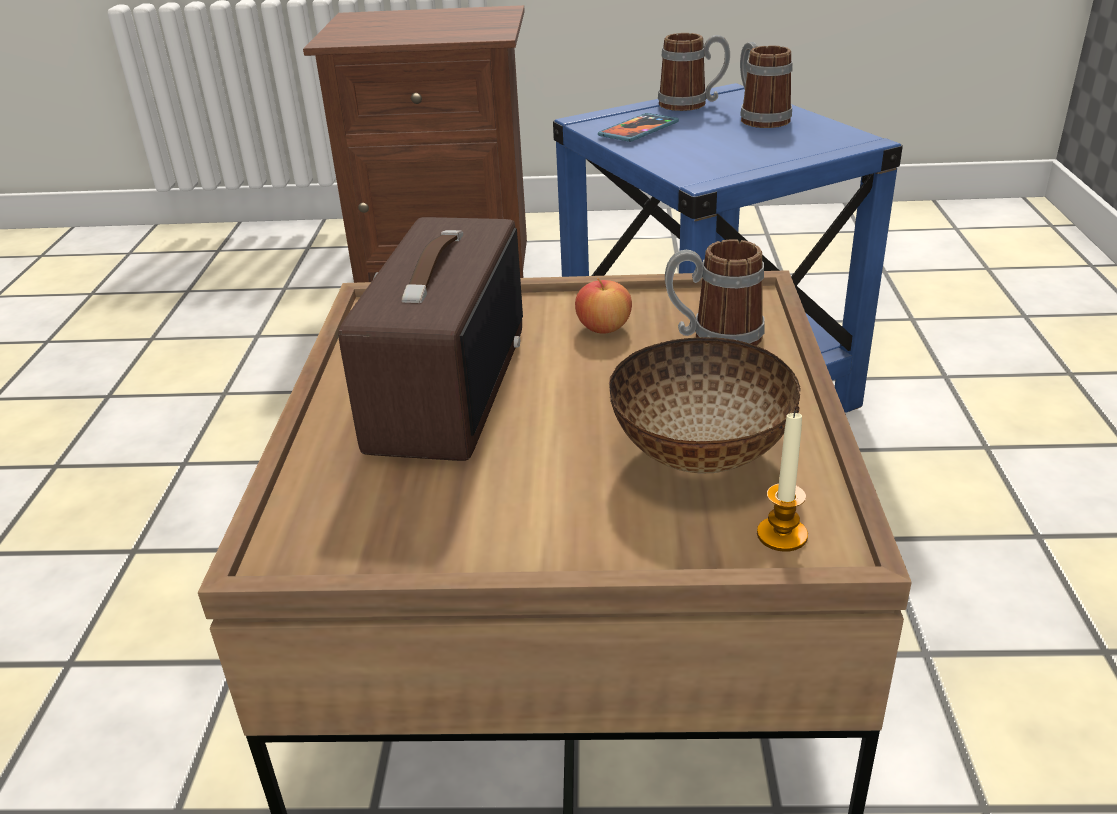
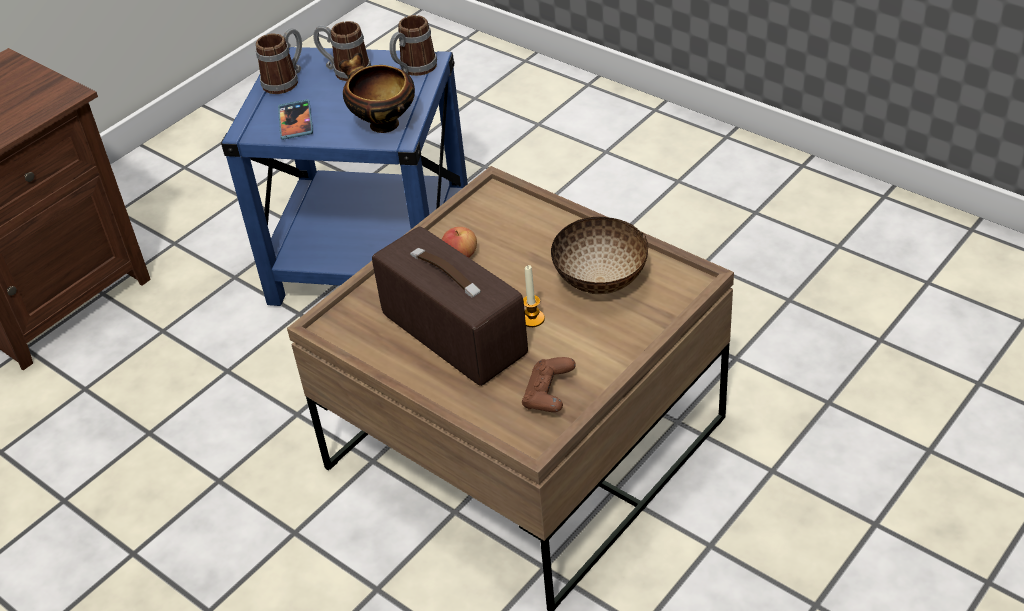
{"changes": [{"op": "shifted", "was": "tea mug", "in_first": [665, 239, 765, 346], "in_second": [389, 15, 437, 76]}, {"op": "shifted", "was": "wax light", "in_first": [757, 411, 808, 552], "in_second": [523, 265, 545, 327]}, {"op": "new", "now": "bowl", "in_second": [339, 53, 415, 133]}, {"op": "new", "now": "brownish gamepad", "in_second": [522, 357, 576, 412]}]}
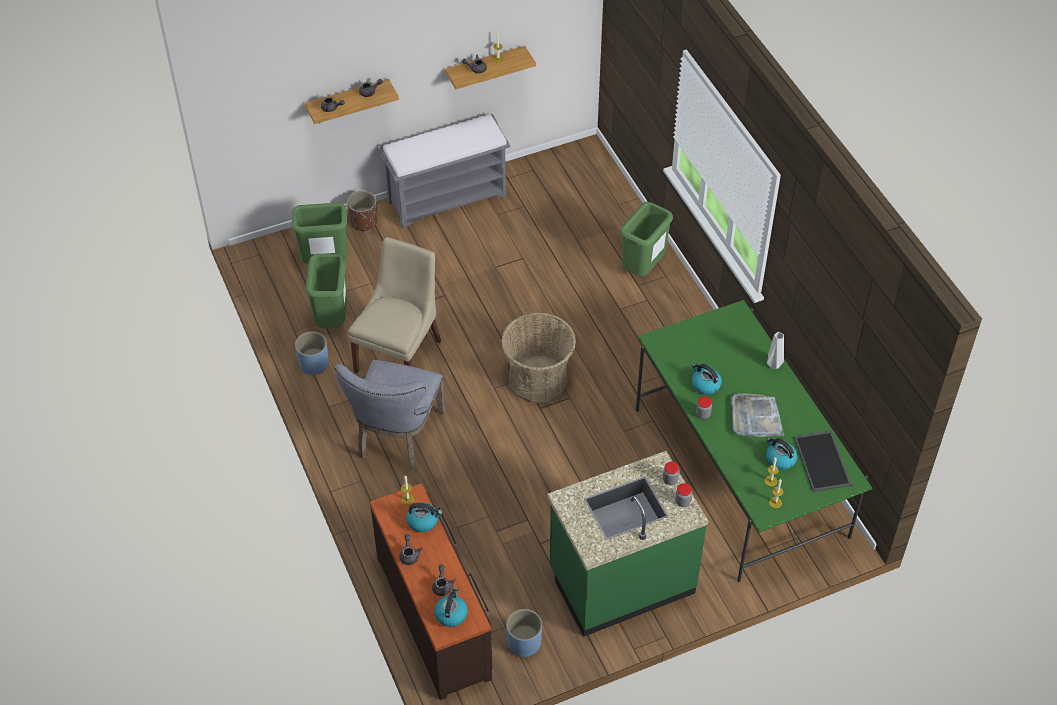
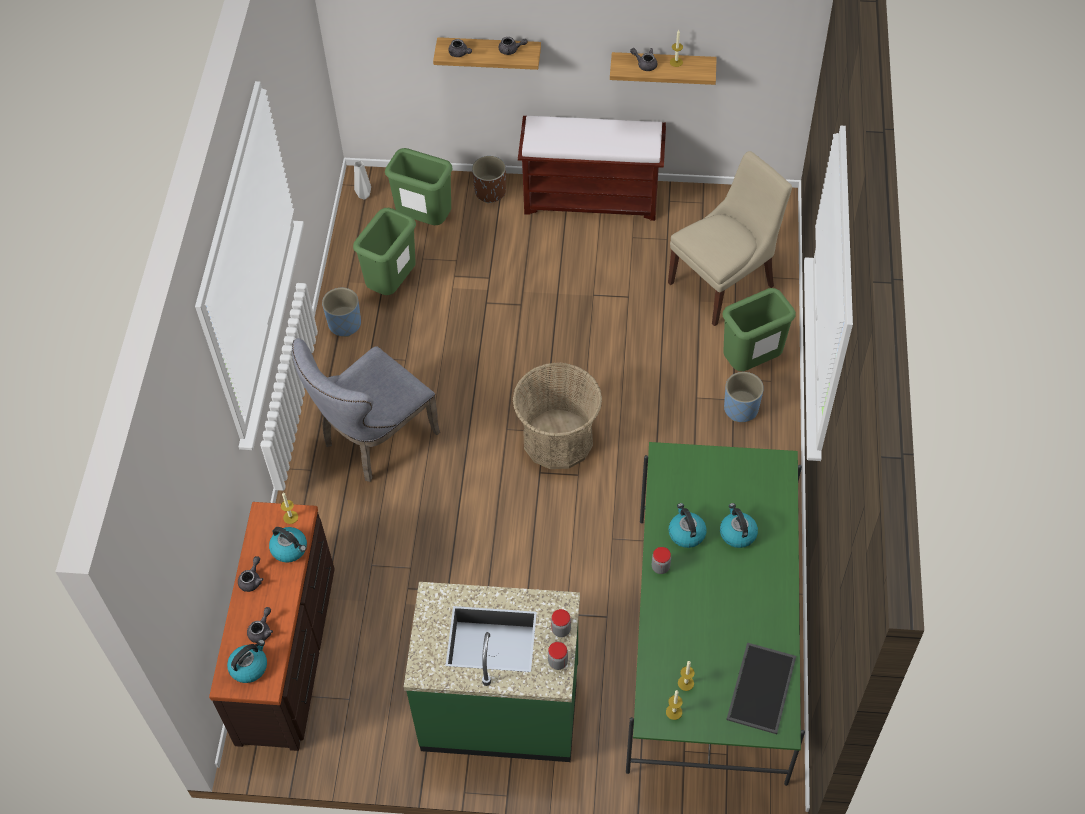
{"changes": [{"op": "repainted", "was": "greyish bench", "now": "brownish bench", "in_first": [379, 114, 510, 229], "in_second": [518, 116, 666, 221]}, {"op": "shifted", "was": "beige-coloured plain chair", "in_first": [348, 237, 441, 373], "in_second": [668, 151, 792, 326]}, {"op": "shifted", "was": "greyish decorative vase", "in_first": [767, 332, 784, 369], "in_second": [354, 161, 371, 200]}, {"op": "gone", "was": "greyish serving tray", "in_first": [731, 393, 784, 437]}, {"op": "shifted", "was": "water kettle", "in_first": [766, 437, 797, 470], "in_second": [720, 503, 758, 548]}, {"op": "shifted", "was": "bluish plant pot", "in_first": [506, 609, 542, 658], "in_second": [724, 372, 764, 422]}]}
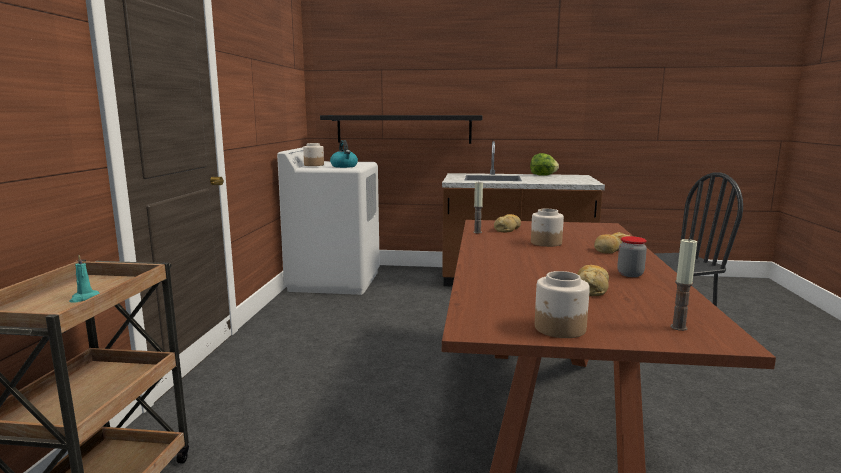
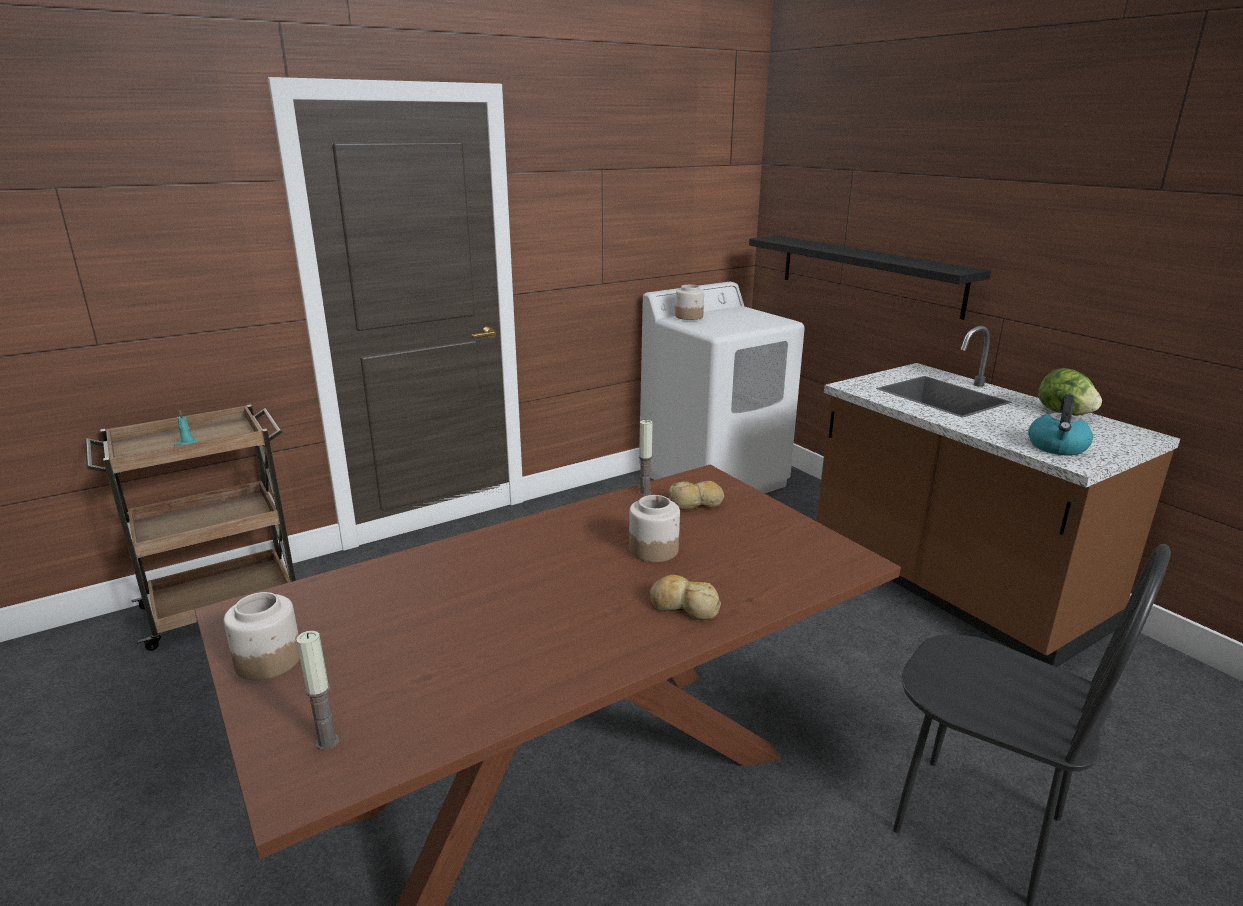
{"changes": [{"op": "shifted", "was": "water kettle", "in_first": [330, 140, 358, 168], "in_second": [1028, 394, 1093, 456]}, {"op": "gone", "was": "storage jar", "in_first": [617, 236, 647, 277]}, {"op": "gone", "was": "bakery bread", "in_first": [577, 265, 609, 296]}]}
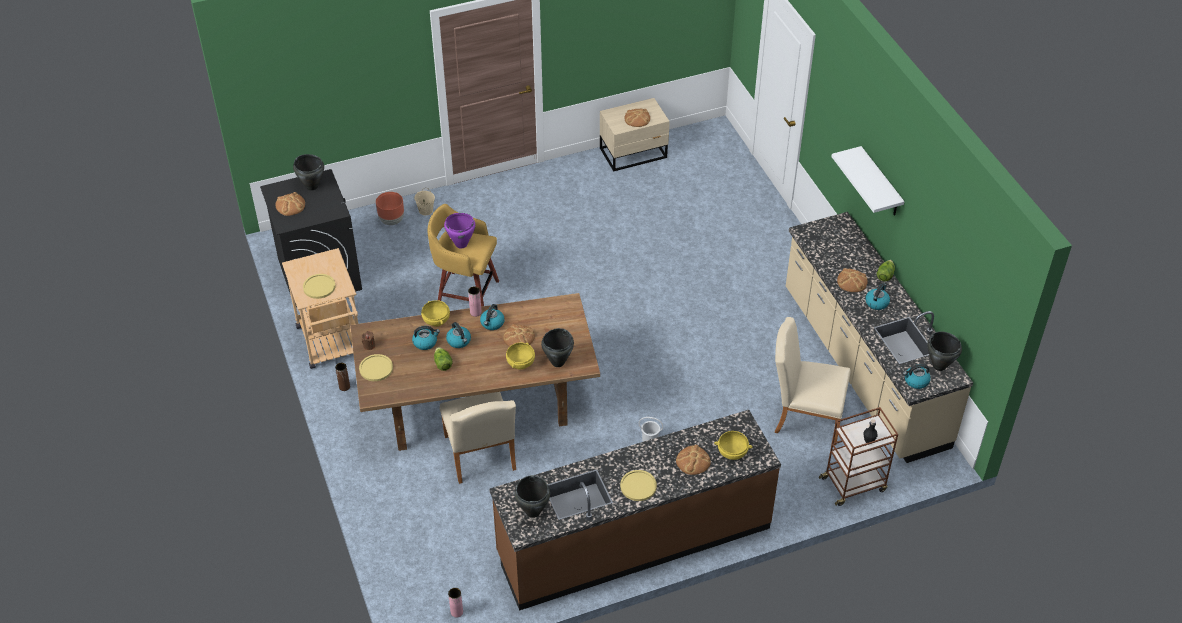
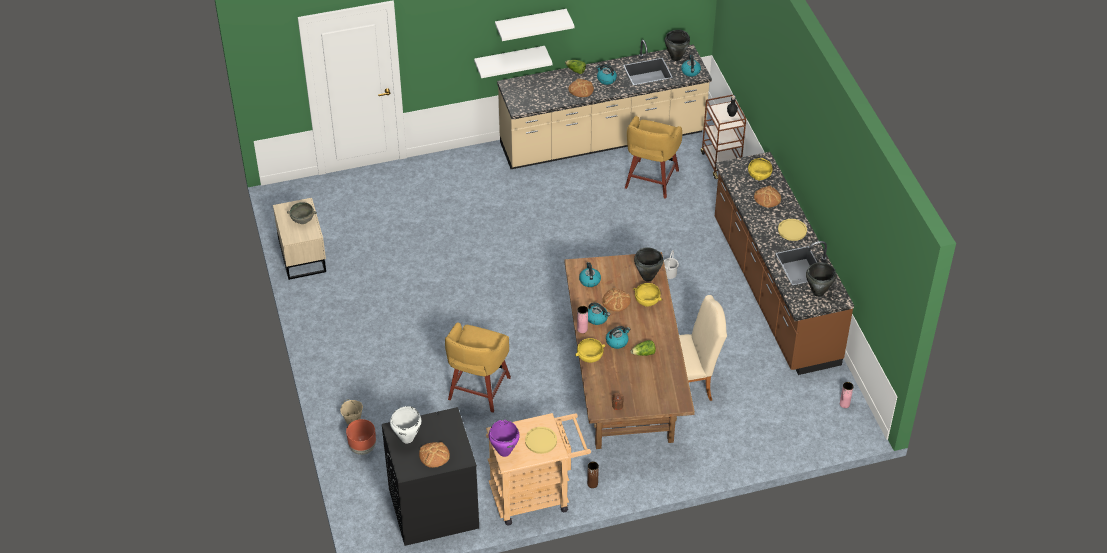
{"changes": [{"op": "swapped", "was": "bakery bread", "now": "greyish bowl", "in_first": [625, 109, 650, 127], "in_second": [287, 202, 317, 224]}, {"op": "repainted", "was": "black-coloured saucepot", "now": "whitish saucepot", "in_first": [293, 154, 324, 191], "in_second": [390, 406, 421, 443]}, {"op": "shifted", "was": "purplish saucepot", "in_first": [444, 213, 476, 248], "in_second": [489, 420, 519, 457]}, {"op": "swapped", "was": "beige-coloured plain chair", "now": "yellow stool seat", "in_first": [774, 317, 851, 445], "in_second": [625, 116, 682, 199]}, {"op": "shifted", "was": "water kettle", "in_first": [412, 326, 440, 350], "in_second": [579, 262, 601, 287]}, {"op": "gone", "was": "yellow dinner plate", "in_first": [359, 354, 393, 381]}, {"op": "new", "now": "whitish bracket shelf", "in_second": [474, 46, 552, 78]}]}
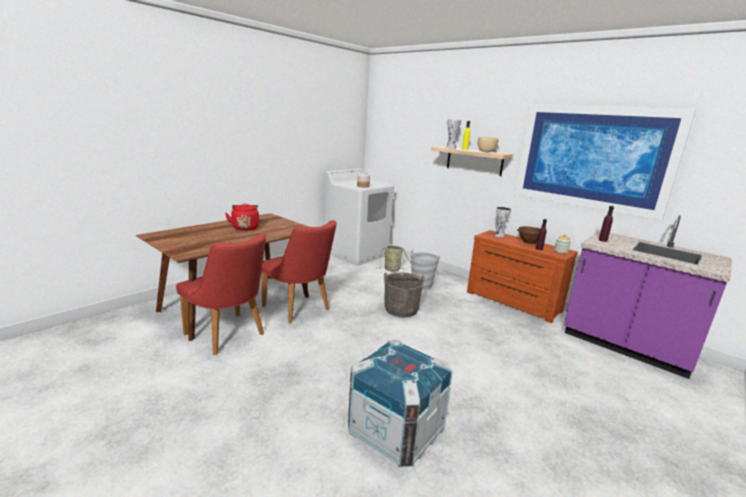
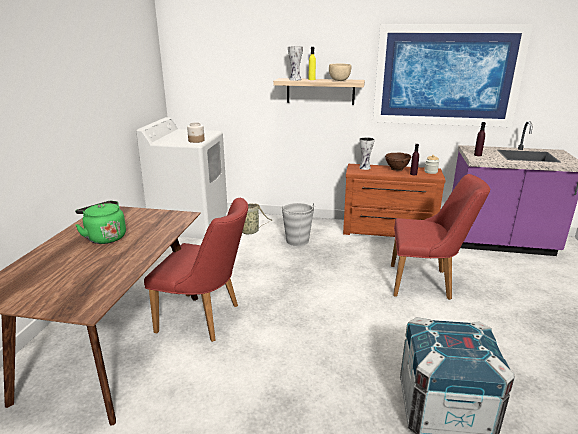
{"changes": [{"op": "repainted", "was": "red water kettle", "now": "green water kettle", "in_first": [225, 203, 259, 231], "in_second": [75, 201, 126, 244]}, {"op": "shifted", "was": "red plain chair", "in_first": [176, 233, 266, 355], "in_second": [391, 174, 490, 300]}, {"op": "gone", "was": "greyish pail", "in_first": [384, 272, 425, 318]}]}
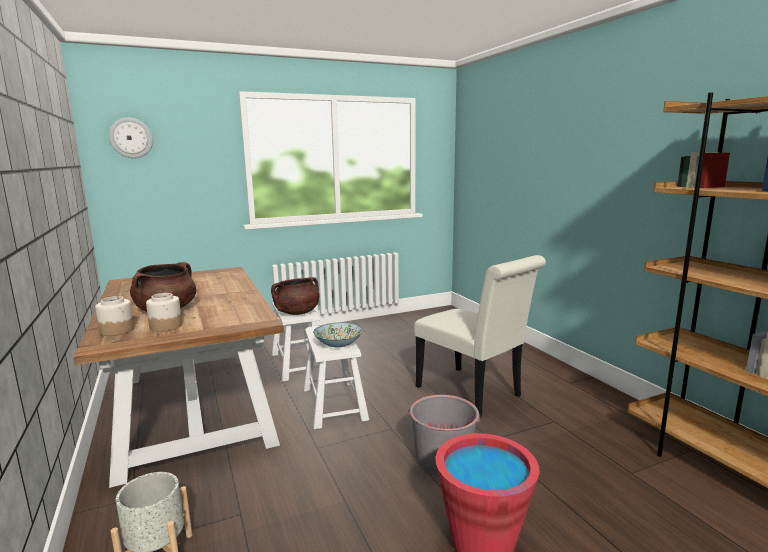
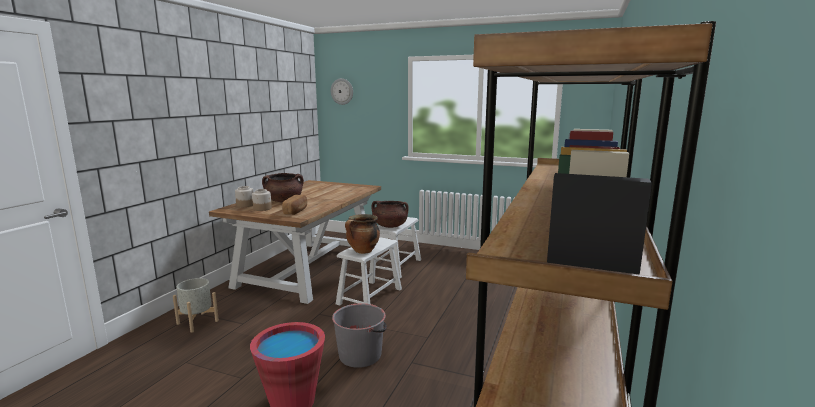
{"changes": [{"op": "gone", "was": "whitish plain chair", "in_first": [414, 255, 546, 416]}, {"op": "swapped", "was": "bowl", "now": "saucepot", "in_first": [313, 322, 363, 348], "in_second": [345, 214, 380, 254]}, {"op": "new", "now": "bakery bread", "in_second": [282, 195, 307, 215]}]}
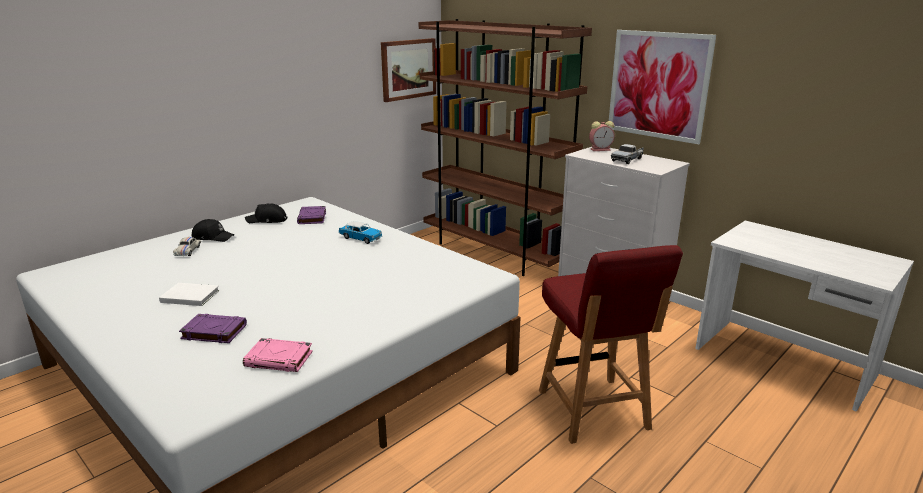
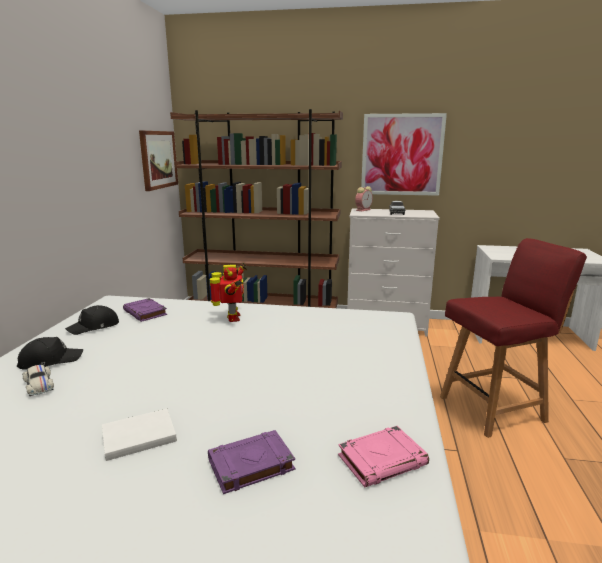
{"changes": [{"op": "swapped", "was": "miniature car", "now": "toy robot", "in_first": [339, 221, 382, 244], "in_second": [210, 263, 247, 322]}, {"op": "rotated", "was": "red plain chair", "in_first": [539, 245, 683, 444], "in_second": [440, 238, 587, 438], "clockwise": -60}]}
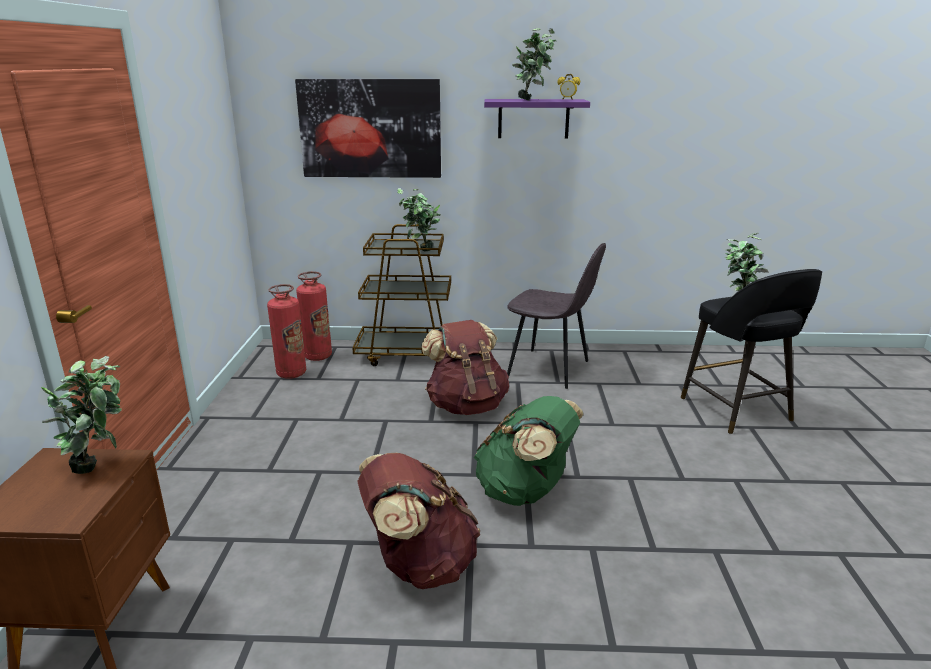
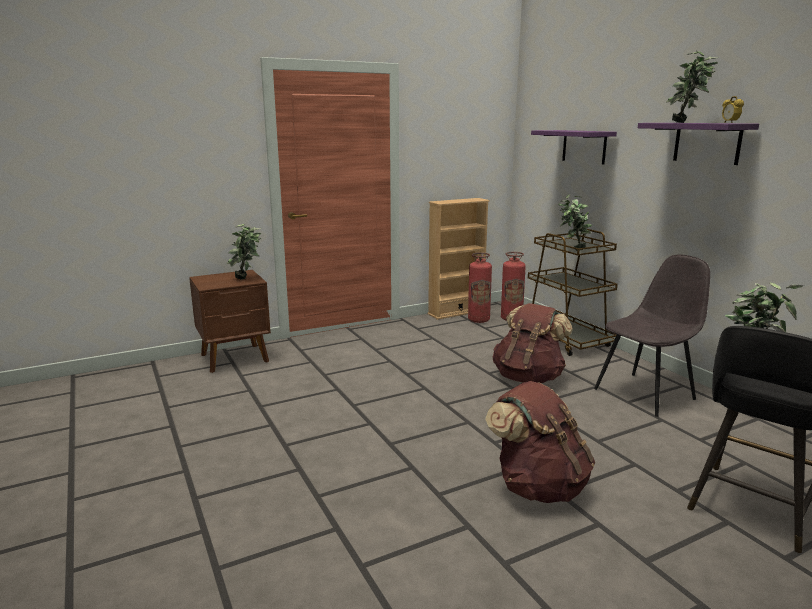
{"changes": [{"op": "swapped", "was": "picture", "now": "purplish bracket shelf", "in_first": [295, 79, 441, 178], "in_second": [531, 130, 617, 164]}, {"op": "rotated", "was": "greyish plain chair", "in_first": [507, 243, 606, 389], "in_second": [594, 254, 710, 417], "clockwise": -120}, {"op": "gone", "was": "green knapsack", "in_first": [474, 396, 583, 506]}, {"op": "shifted", "was": "brownish knapsack", "in_first": [357, 453, 481, 589], "in_second": [485, 381, 595, 503]}, {"op": "new", "now": "beige-coloured bookshelf", "in_second": [427, 198, 490, 320]}]}
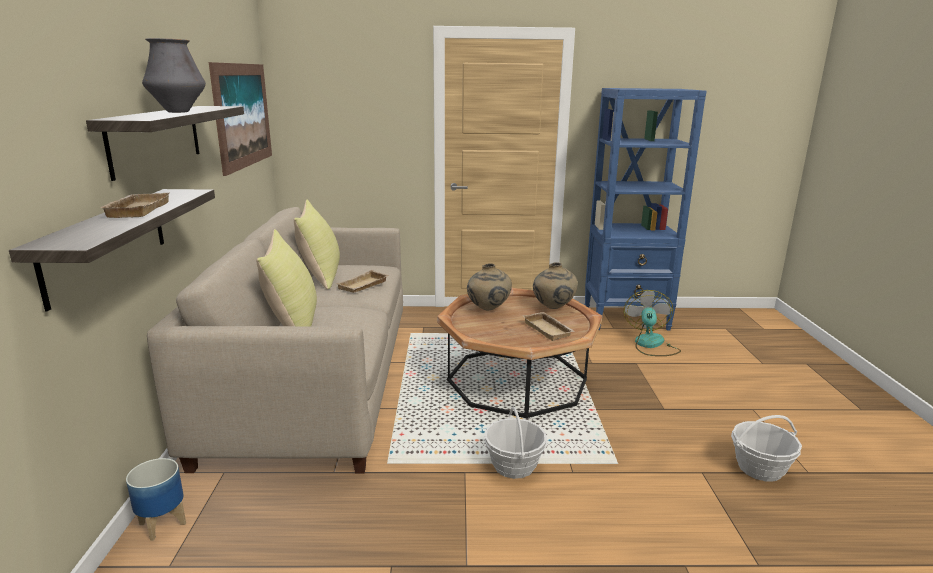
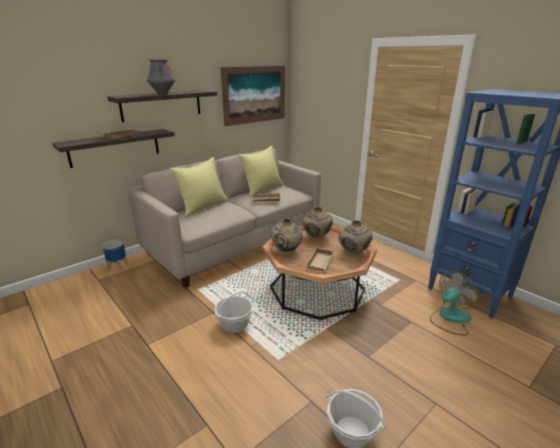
{"changes": [{"op": "new", "now": "beige-coloured decorative vase", "in_second": [270, 218, 302, 252]}]}
